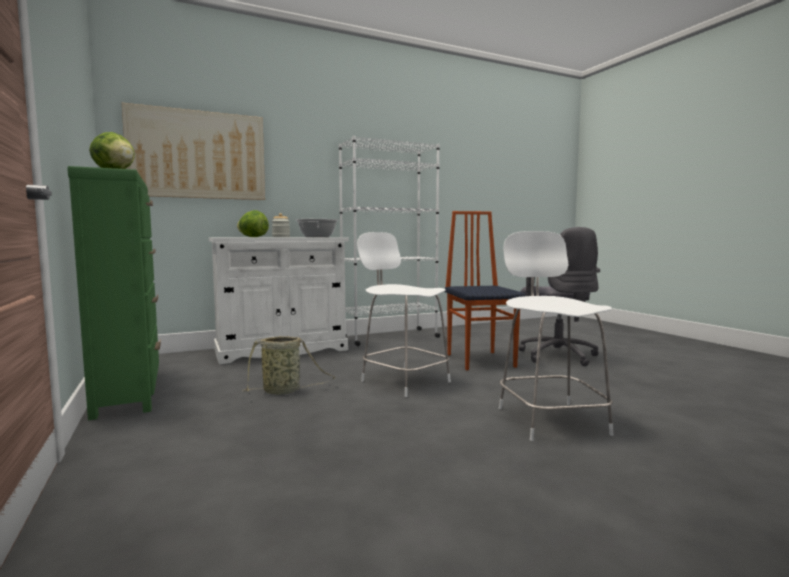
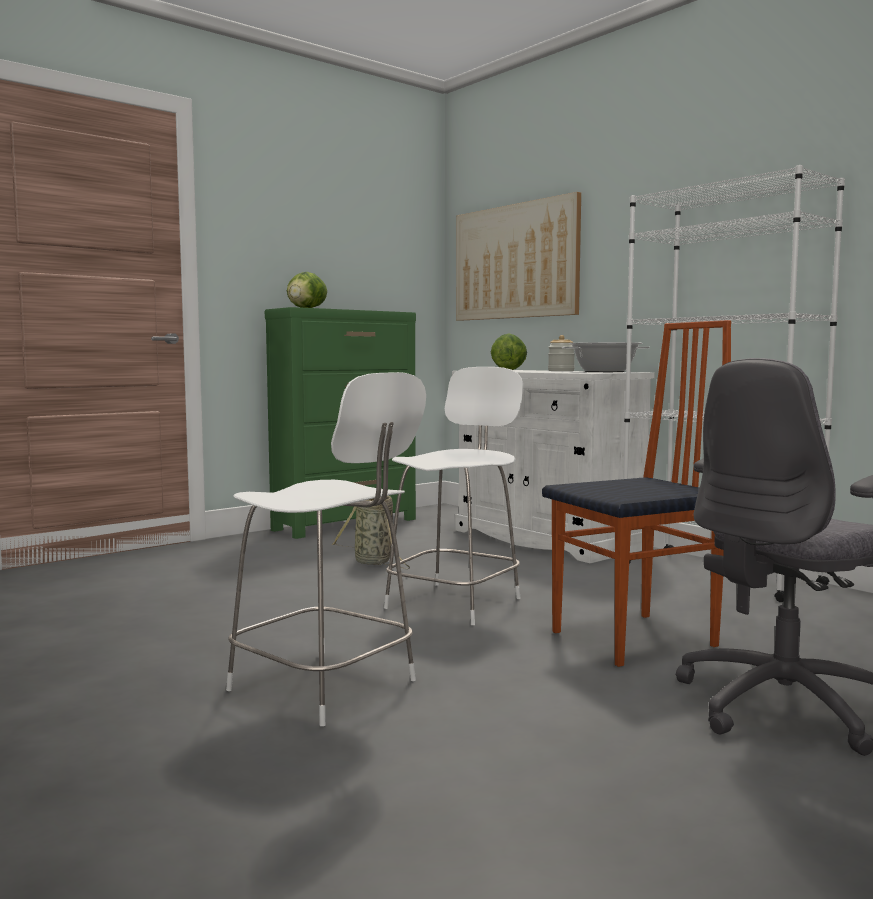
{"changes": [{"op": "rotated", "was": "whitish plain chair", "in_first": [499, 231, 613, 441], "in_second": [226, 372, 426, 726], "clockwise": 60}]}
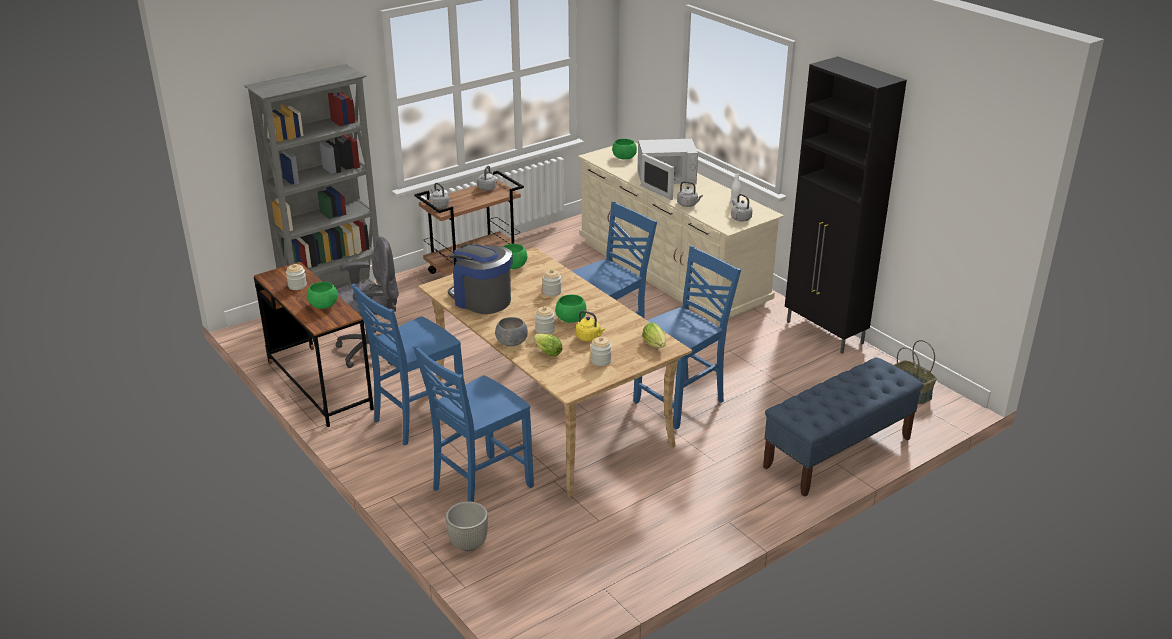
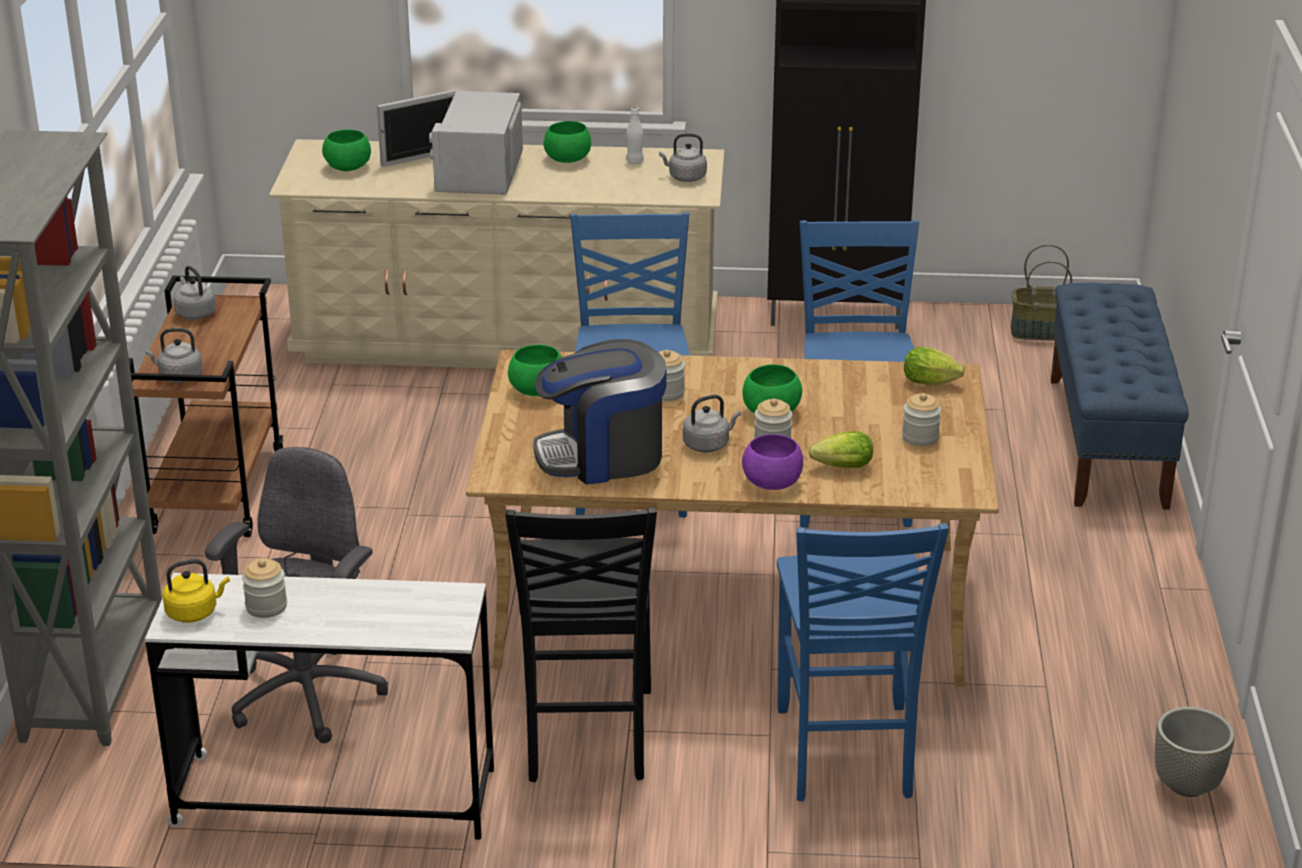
{"changes": [{"op": "rotated", "was": "whitish microwave", "in_first": [637, 139, 698, 200], "in_second": [377, 90, 523, 195], "clockwise": 150}, {"op": "shifted", "was": "greyish water kettle", "in_first": [677, 181, 703, 207], "in_second": [683, 395, 741, 452]}, {"op": "repainted", "was": "brownish desk table", "now": "whitish desk table", "in_first": [254, 262, 374, 427], "in_second": [145, 573, 494, 840]}, {"op": "shifted", "was": "green bowl", "in_first": [307, 282, 338, 309], "in_second": [544, 121, 591, 163]}, {"op": "repainted", "was": "bluish plain chair", "now": "black-coloured plain chair", "in_first": [352, 284, 464, 446], "in_second": [506, 507, 657, 782]}, {"op": "shifted", "was": "yellow water kettle", "in_first": [576, 311, 605, 342], "in_second": [162, 559, 230, 623]}, {"op": "repainted", "was": "greyish bowl", "now": "purplish bowl", "in_first": [495, 317, 528, 346], "in_second": [742, 434, 803, 490]}, {"op": "shifted", "was": "greyish plant pot", "in_first": [446, 501, 488, 551], "in_second": [1155, 707, 1235, 797]}]}
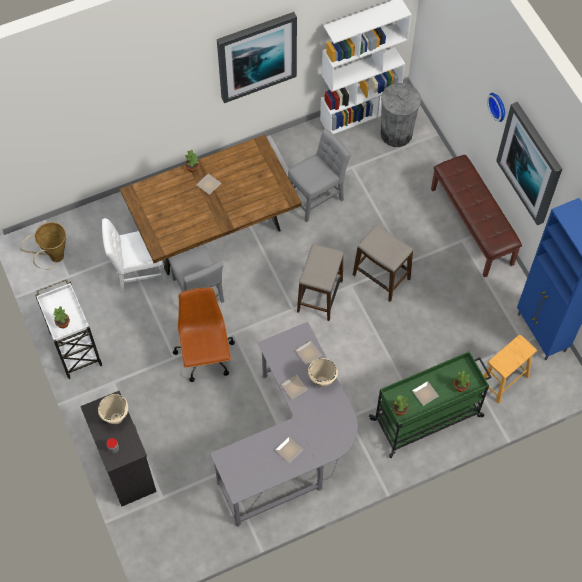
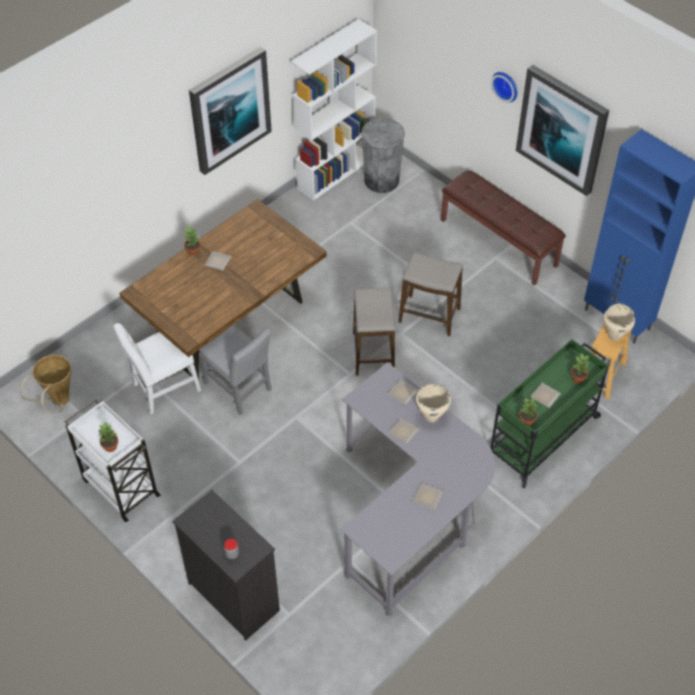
{"changes": [{"op": "gone", "was": "greyish plain chair", "in_first": [288, 129, 351, 222]}, {"op": "gone", "was": "brownish computer chair", "in_first": [173, 288, 235, 382]}, {"op": "shifted", "was": "beige-coloured saucepot", "in_first": [98, 394, 128, 424], "in_second": [604, 304, 635, 341]}]}
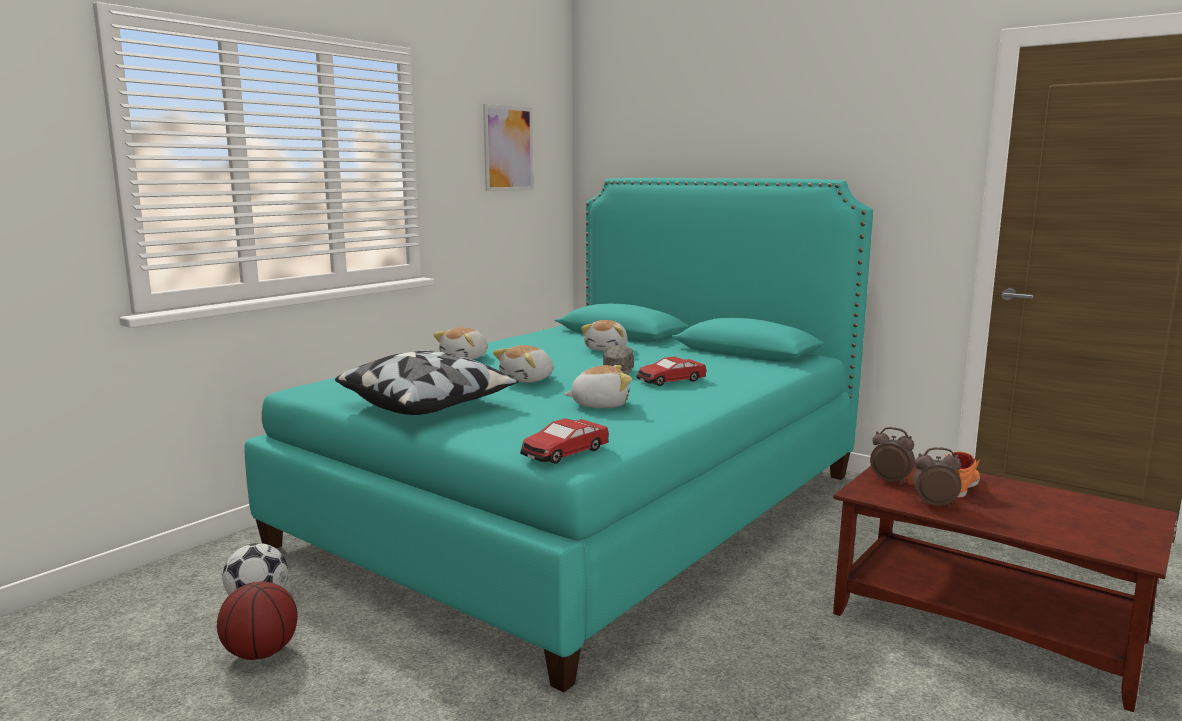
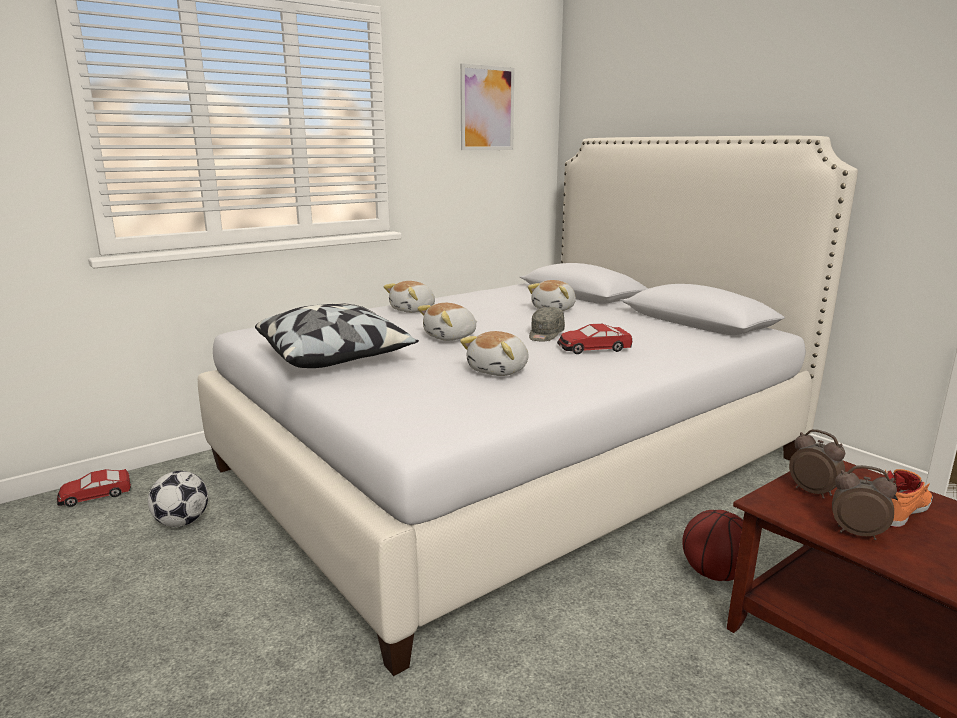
{"changes": [{"op": "repainted", "was": "turquoise-coloured bed", "now": "whitish bed", "in_first": [245, 178, 873, 692], "in_second": [198, 136, 858, 676]}, {"op": "rotated", "was": "plush toy", "in_first": [564, 365, 632, 408], "in_second": [460, 331, 528, 376], "clockwise": 120}, {"op": "shifted", "was": "miniature car", "in_first": [521, 418, 609, 464], "in_second": [57, 469, 131, 507]}, {"op": "shifted", "was": "basketball ball", "in_first": [217, 581, 298, 660], "in_second": [682, 510, 743, 581]}]}
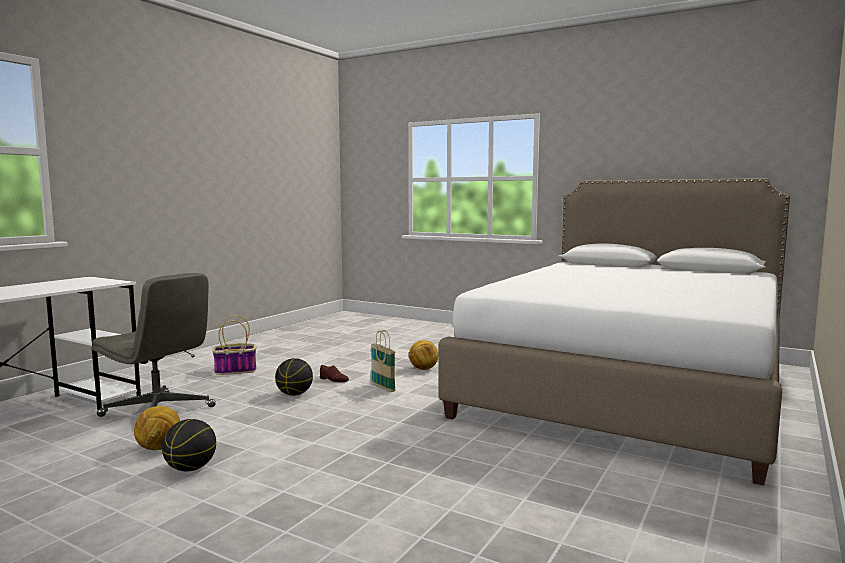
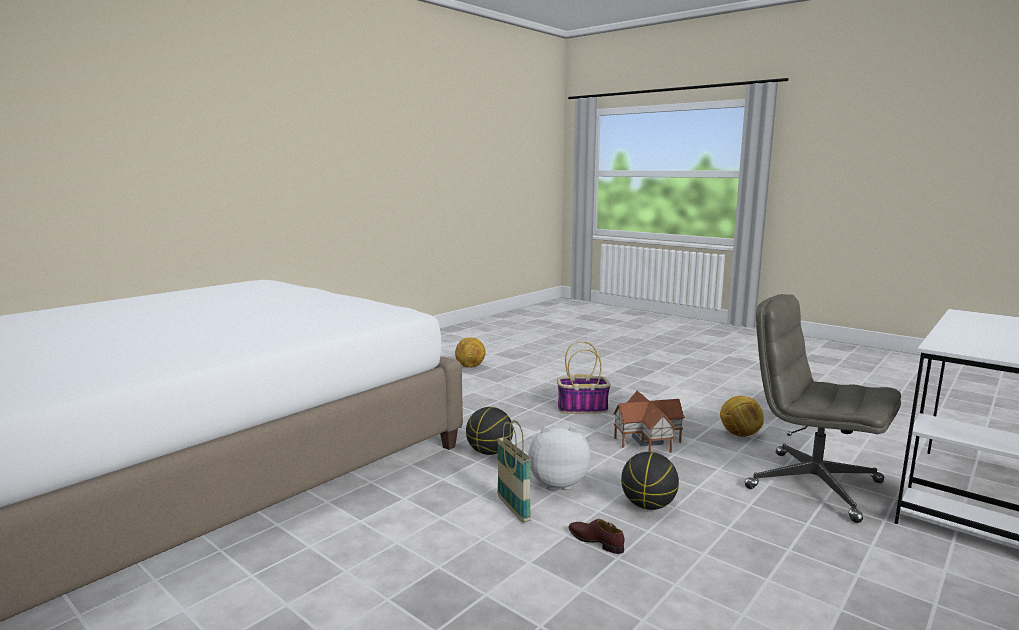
{"changes": [{"op": "shifted", "was": "storage basket", "in_first": [212, 316, 256, 375], "in_second": [557, 341, 610, 414]}, {"op": "shifted", "was": "ball for football", "in_first": [409, 340, 439, 370], "in_second": [455, 337, 486, 368]}, {"op": "shifted", "was": "basketball ball", "in_first": [162, 419, 216, 471], "in_second": [466, 407, 513, 455]}, {"op": "new", "now": "model house", "in_second": [613, 391, 685, 453]}, {"op": "new", "now": "plush toy", "in_second": [528, 426, 591, 490]}]}
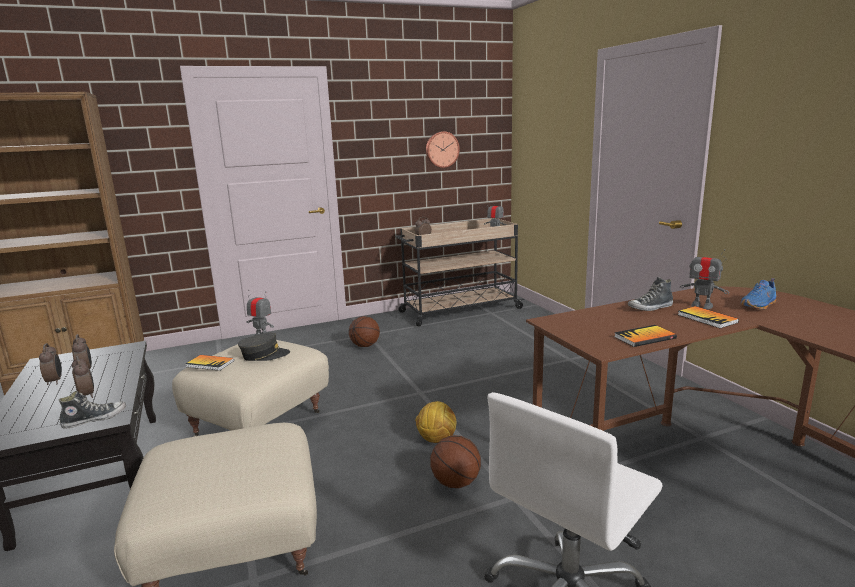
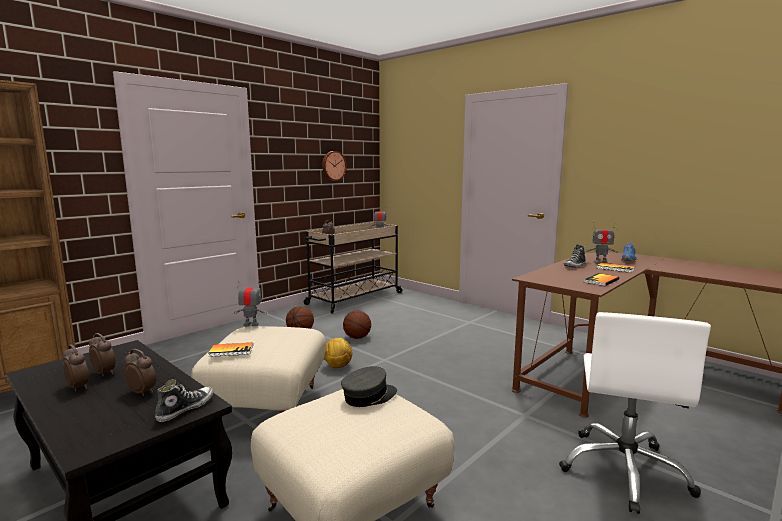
{"changes": [{"op": "shifted", "was": "greyish peaked cap", "in_first": [238, 332, 290, 361], "in_second": [341, 366, 397, 407]}, {"op": "shifted", "was": "ball for football", "in_first": [415, 401, 457, 443], "in_second": [324, 338, 352, 368]}, {"op": "shifted", "was": "basketball ball", "in_first": [430, 435, 481, 488], "in_second": [343, 310, 371, 339]}]}
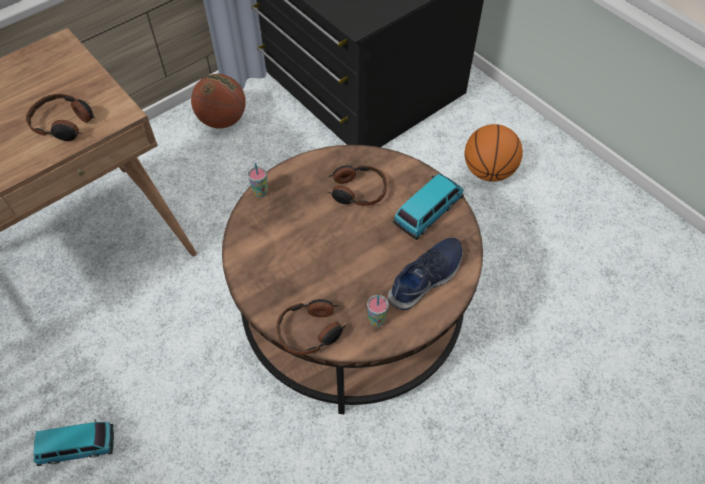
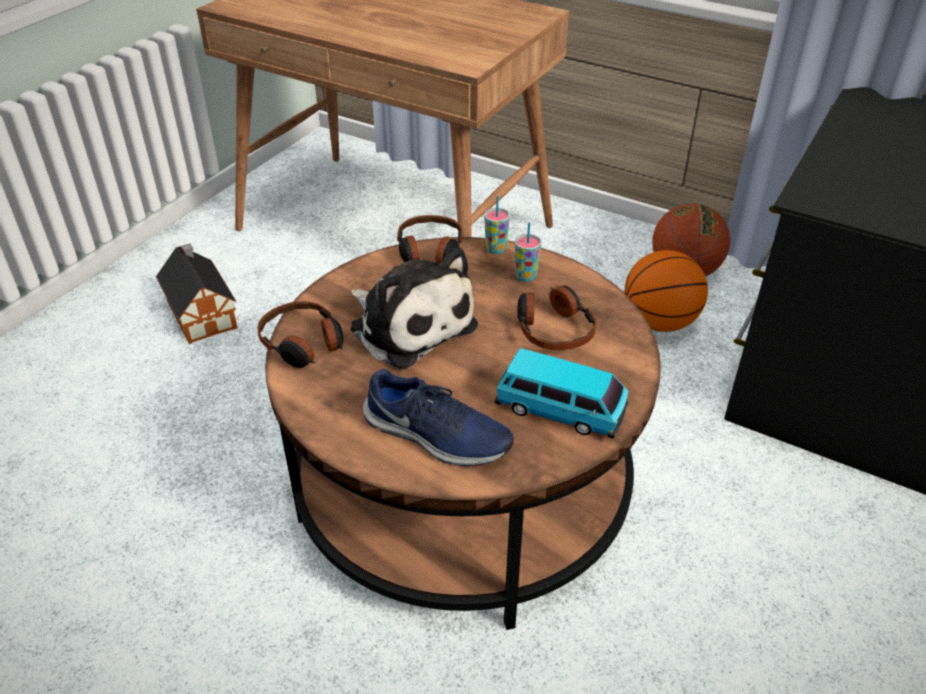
{"changes": [{"op": "shifted", "was": "headphones", "in_first": [26, 94, 95, 141], "in_second": [397, 215, 463, 264]}, {"op": "shifted", "was": "basketball ball", "in_first": [465, 124, 523, 182], "in_second": [625, 250, 708, 332]}, {"op": "shifted", "was": "small cup", "in_first": [367, 295, 389, 327], "in_second": [515, 222, 541, 282]}, {"op": "swapped", "was": "miniature car", "now": "model house", "in_first": [34, 419, 114, 466], "in_second": [156, 243, 238, 344]}, {"op": "new", "now": "plush toy", "in_second": [350, 247, 478, 369]}]}
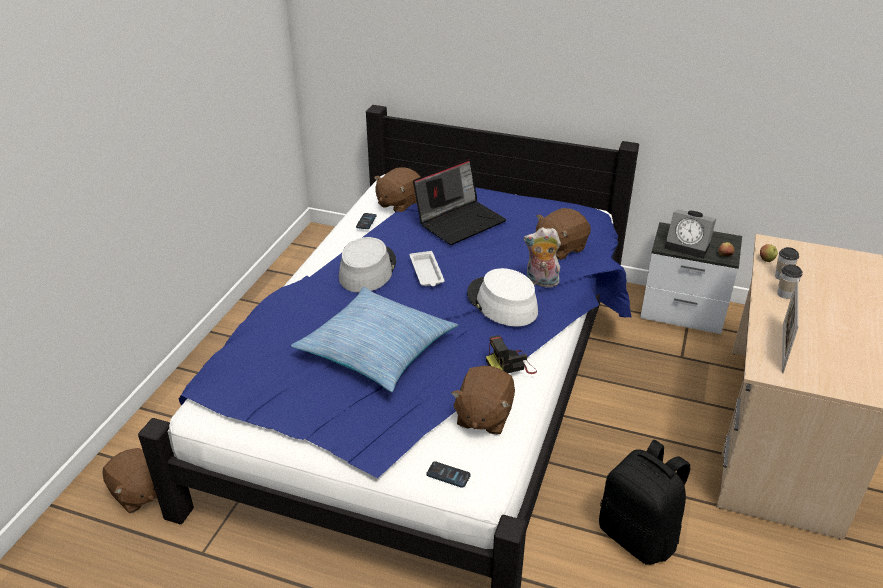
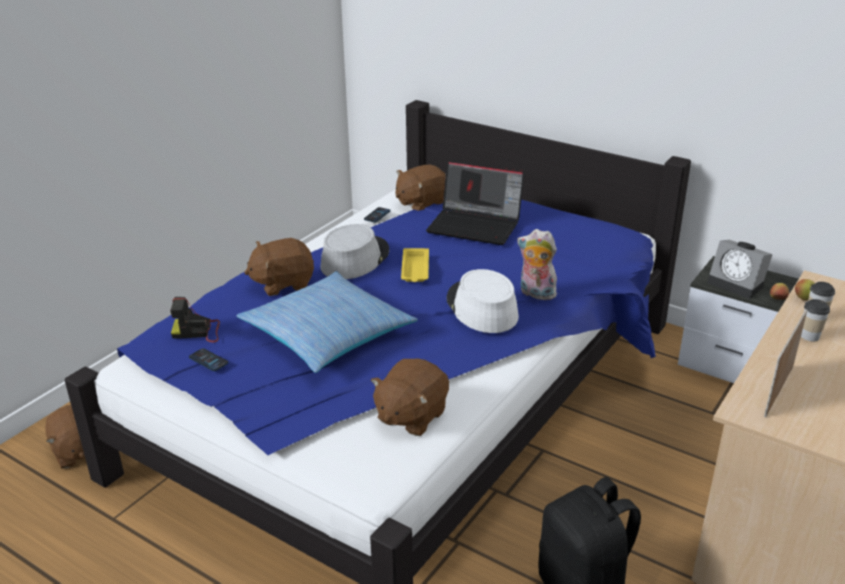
{"changes": [{"op": "rotated", "was": "notebook computer", "in_first": [413, 159, 506, 245], "in_second": [426, 160, 525, 245], "clockwise": 45}, {"op": "shifted", "was": "brownish plush toy", "in_first": [536, 208, 591, 260], "in_second": [244, 238, 314, 296]}, {"op": "repainted", "was": "whitish serving tray", "now": "yellow serving tray", "in_first": [410, 251, 445, 286], "in_second": [401, 248, 429, 282]}, {"op": "shifted", "was": "photo camera", "in_first": [486, 335, 537, 374], "in_second": [170, 297, 220, 342]}, {"op": "shifted", "was": "handset", "in_first": [427, 461, 471, 488], "in_second": [189, 348, 228, 371]}]}
